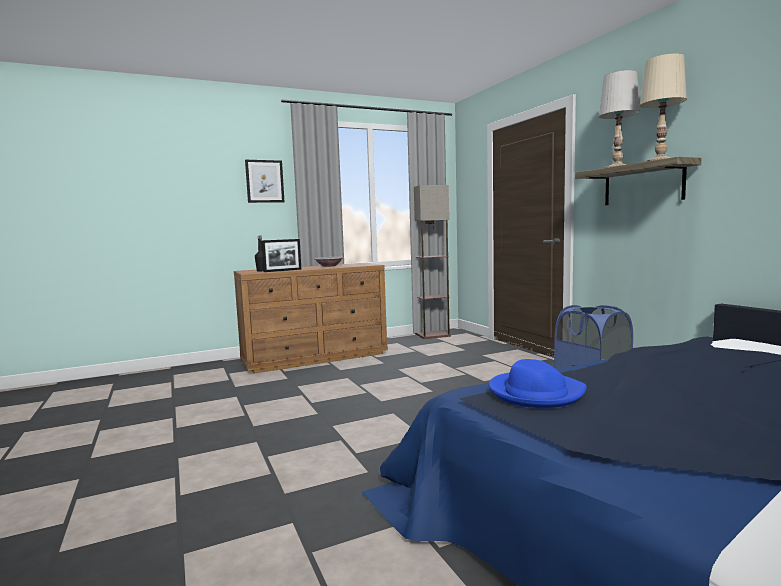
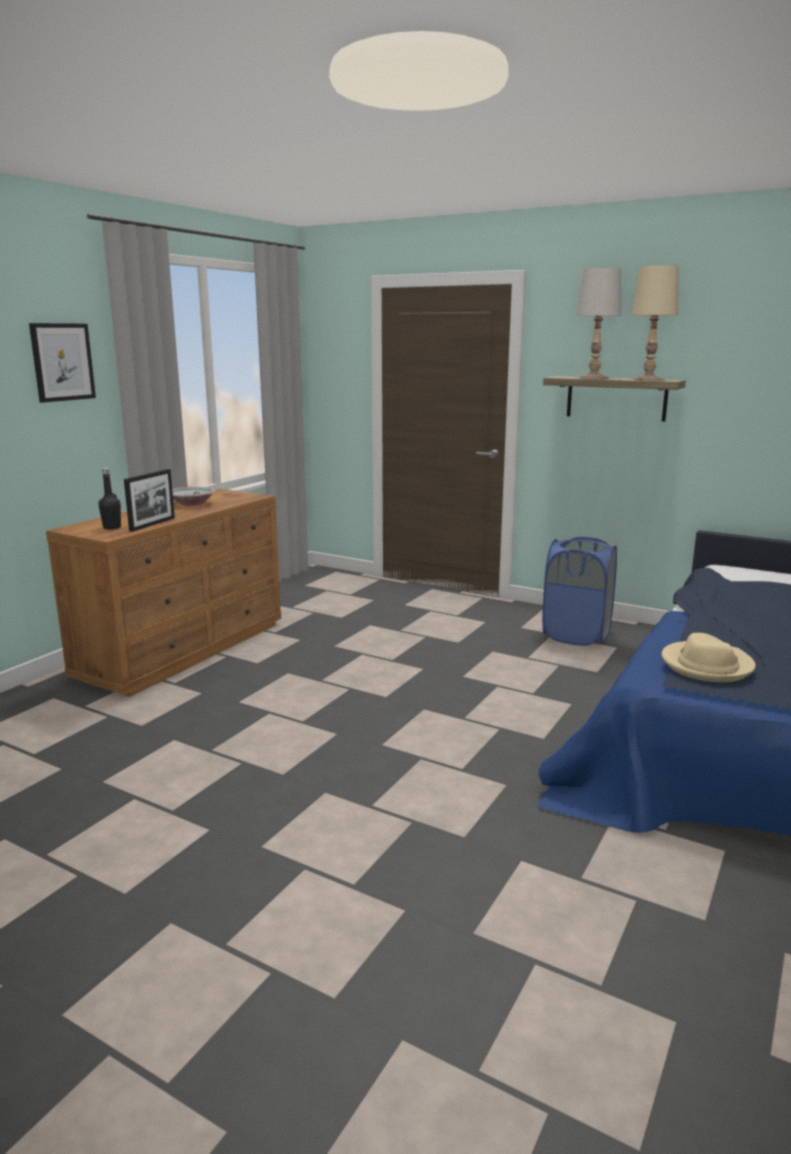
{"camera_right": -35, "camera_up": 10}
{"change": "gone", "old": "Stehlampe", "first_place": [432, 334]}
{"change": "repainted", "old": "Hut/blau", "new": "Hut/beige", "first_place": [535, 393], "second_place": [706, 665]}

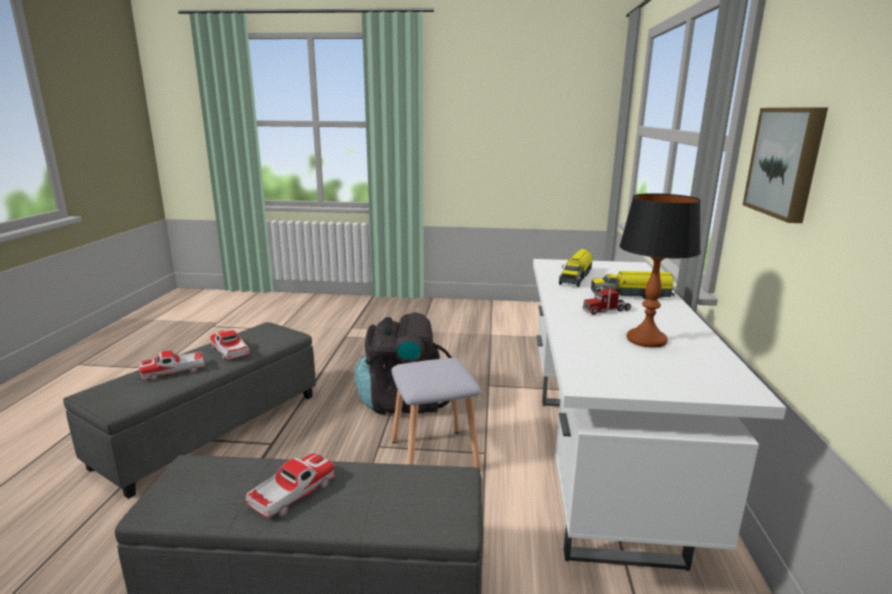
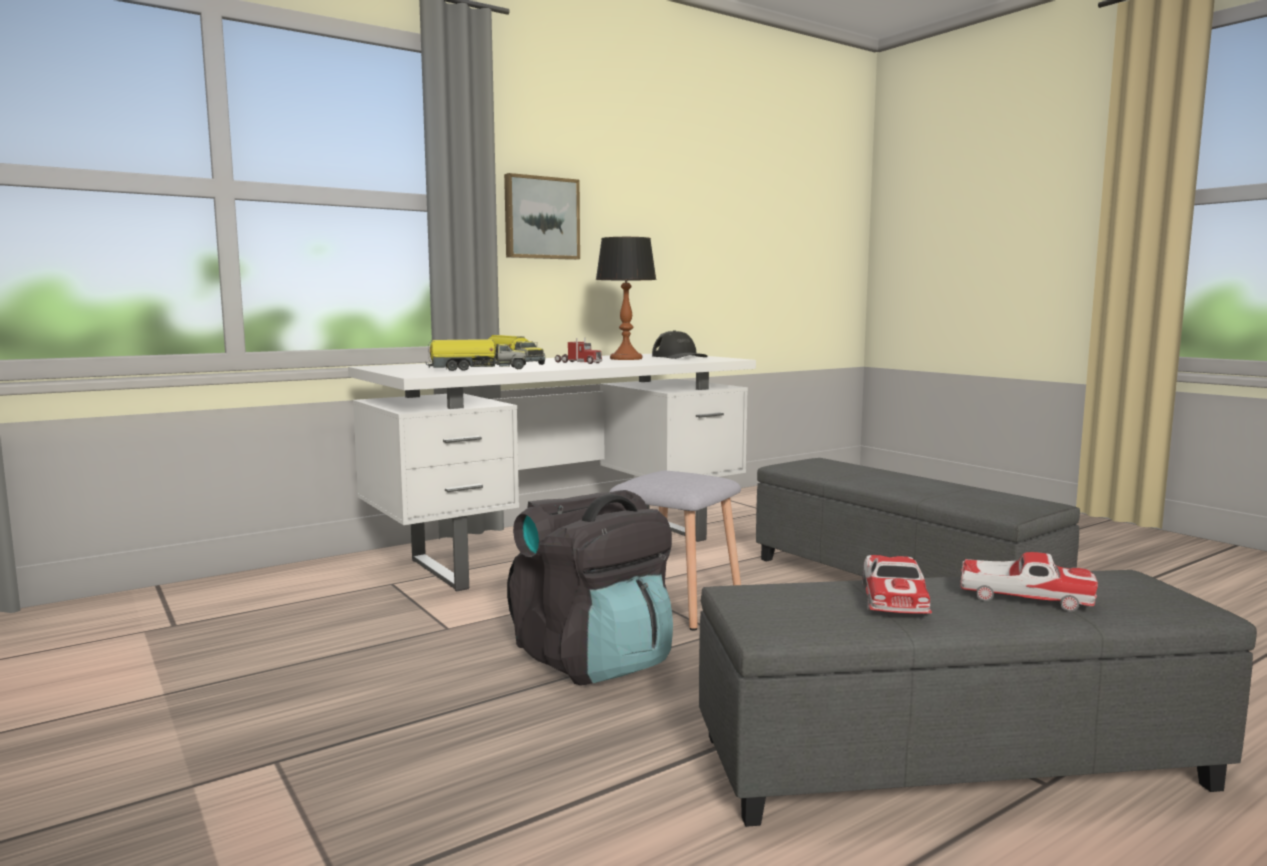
{"camera_right": -130, "camera_up": -10}
{"change": "gone", "old": "Spielzeugauto", "first_place": [292, 493]}
{"change": "new", "new": "Kappe/schwarz", "second_place": [679, 356]}

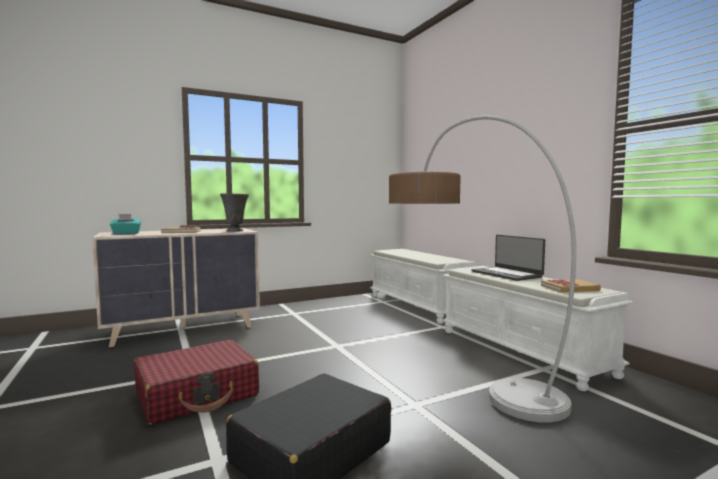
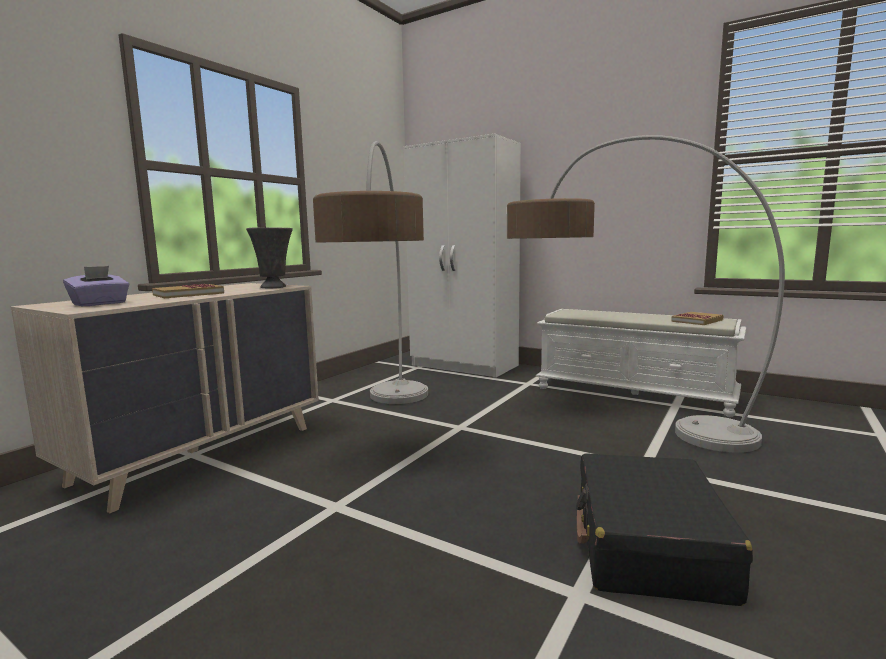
{"camera_right": -30, "camera_up": 5}
{"change": "repainted", "old": "Taschentuchbox/türkis", "new": "Taschentuchbox/lila", "first_place": [126, 233], "second_place": [100, 304]}
{"change": "gone", "old": "Laptop", "first_place": [506, 274]}
{"change": "swapped", "old": "Bank/weiß", "new": "Kleiderschrank/weiß", "first_place": [418, 306], "second_place": [464, 366]}
{"change": "gone", "old": "Koffer/rot", "first_place": [197, 394]}
{"change": "new", "new": "Stehlampe", "second_place": [389, 424]}

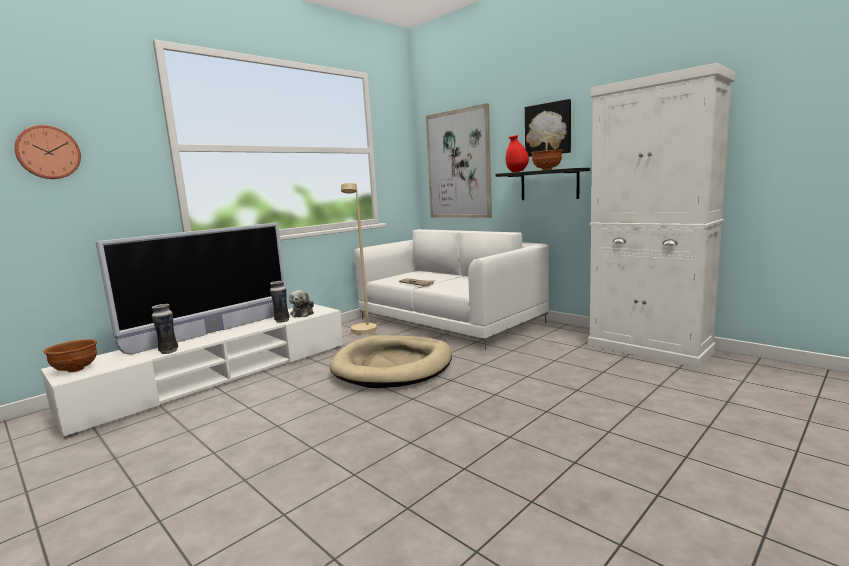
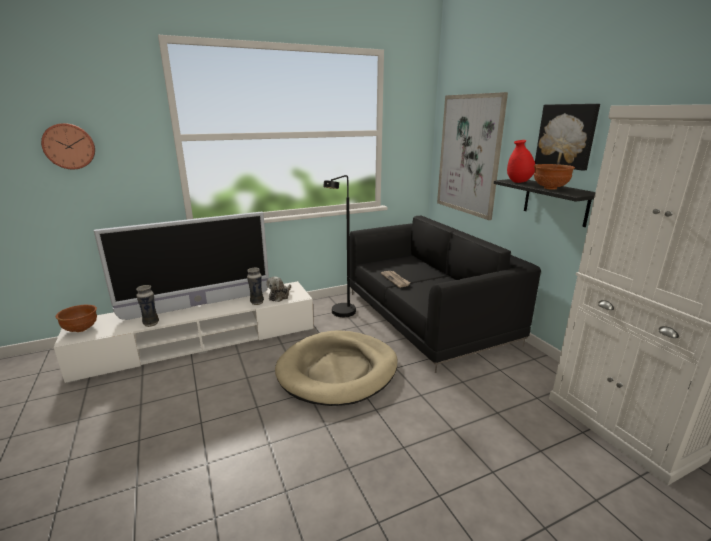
{"camera_right": 20, "camera_up": 10}
{"change": "repainted", "old": "Stehlampe/beige", "new": "Stehlampe/schwarz", "first_place": [363, 333], "second_place": [341, 315]}
{"change": "repainted", "old": "Sofa/weiß", "new": "Sofa/schwarz", "first_place": [450, 320], "second_place": [428, 317]}

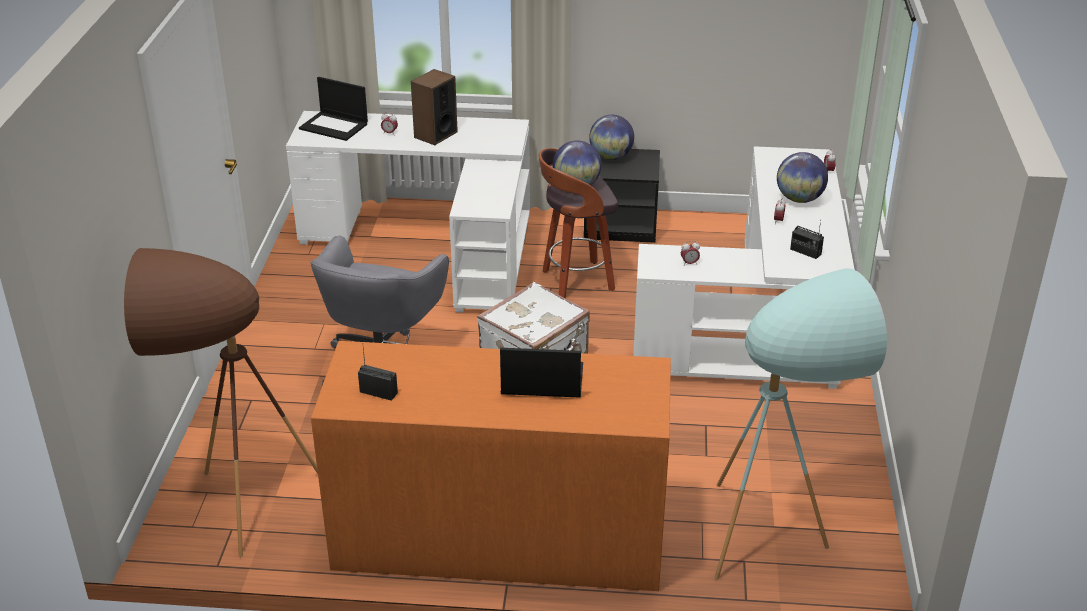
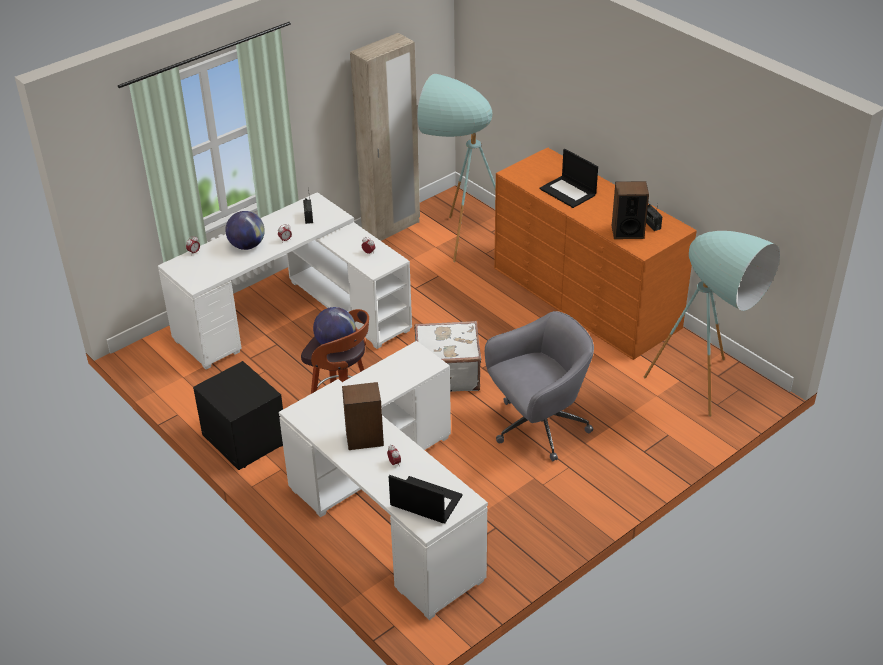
{"camera_right": -135, "camera_up": 5}
{"change": "rotated", "old": "Laptop", "first_place": [334, 126], "second_place": [425, 501], "degrees": -45}
{"change": "gone", "old": "Globus", "first_place": [611, 157]}
{"change": "repainted", "old": "Stehlampe/braun", "new": "Stehlampe/türkis", "first_place": [231, 499], "second_place": [706, 392]}
{"change": "new", "new": "Kleiderschrank/beige", "second_place": [391, 228]}
{"change": "new", "new": "Lautsprecher", "second_place": [627, 232]}

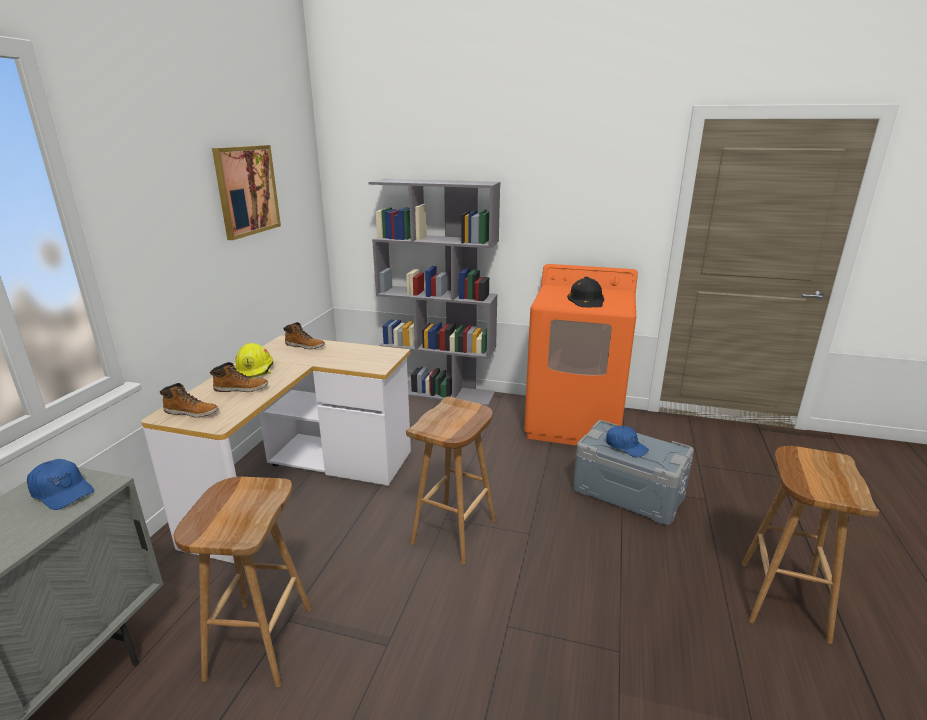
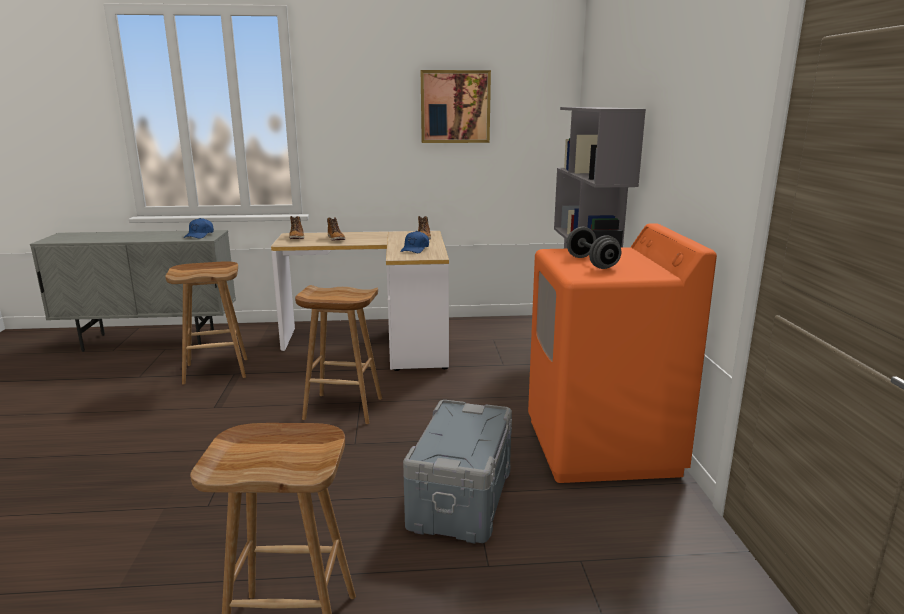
{"camera_right": 70, "camera_up": -5}
{"change": "swapped", "old": "Schutzhelm/schwarz", "new": "Hantel/grau", "first_place": [586, 300], "second_place": [591, 263]}
{"change": "gone", "old": "Schutzhelm/gelb", "first_place": [255, 370]}
{"change": "shifted", "old": "Kappe/blau", "first_place": [626, 446], "second_place": [415, 249]}

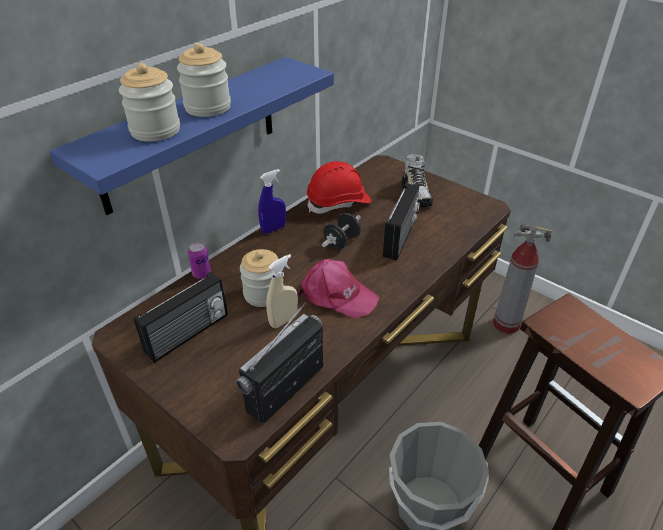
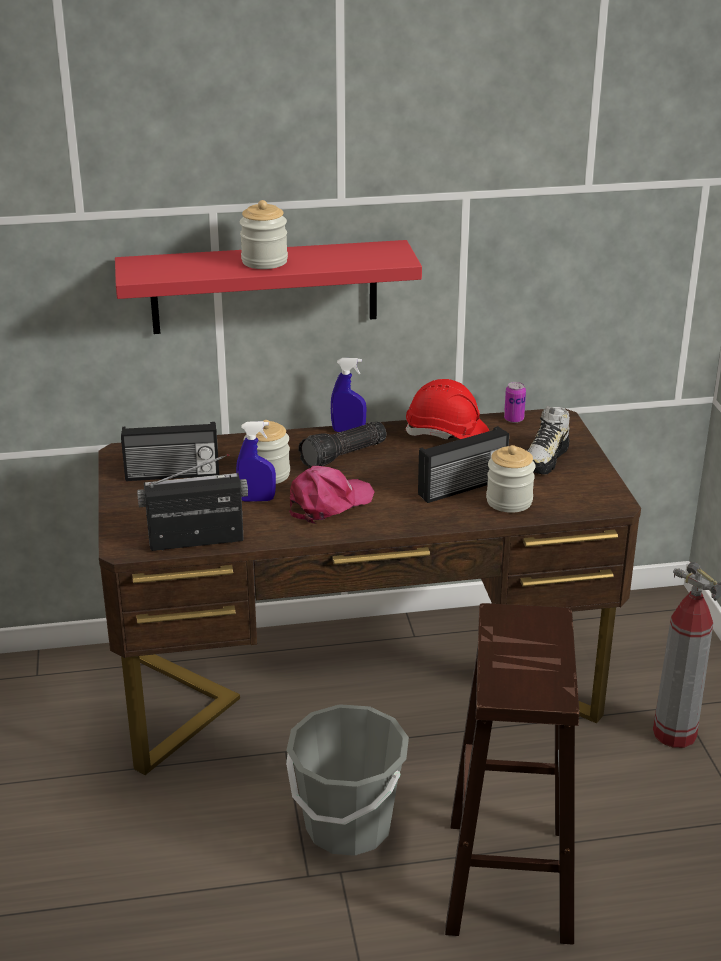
{"camera_right": 40, "camera_up": -10}
{"change": "repainted", "old": "Wandregal/blau", "new": "Wandregal/rot", "first_place": [191, 134], "second_place": [264, 287]}
{"change": "shifted", "old": "Vorratsglas", "first_place": [155, 130], "second_place": [509, 501]}
{"change": "gone", "old": "Hantel/schwarz", "first_place": [342, 242]}
{"change": "shifted", "old": "Dose", "first_place": [201, 274], "second_place": [514, 419]}
{"change": "repainted", "old": "Sprühflasche/beige", "new": "Sprühflasche/blau", "first_place": [283, 321], "second_place": [257, 499]}
{"change": "rotated", "old": "Kappe/rosa", "first_place": [337, 295], "second_place": [329, 503], "degrees": -105}
{"change": "new", "new": "Taschenlampe", "second_place": [344, 456]}

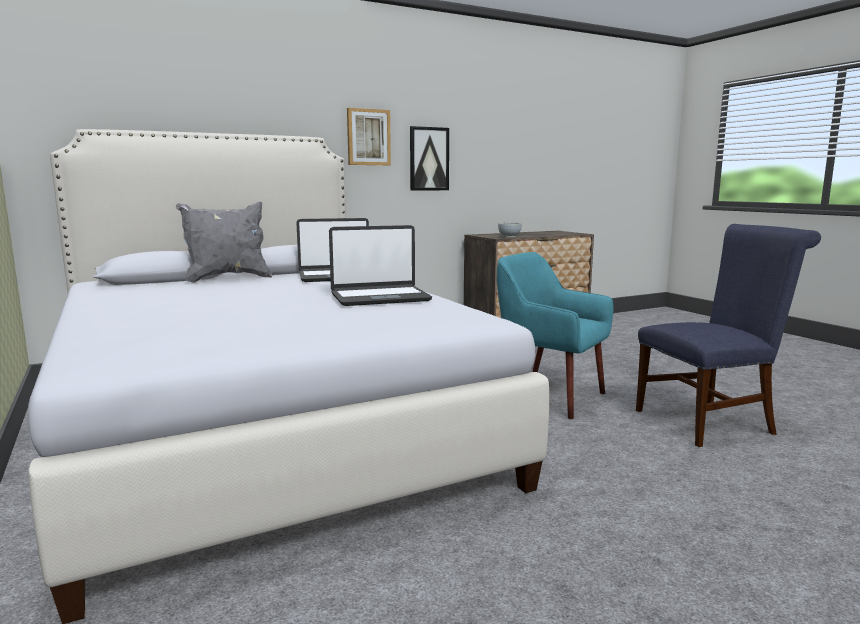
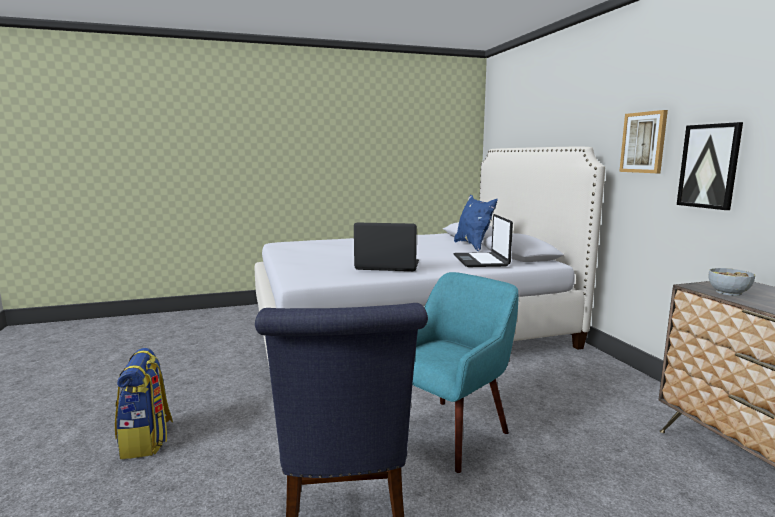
{"camera_right": 100, "camera_up": 0}
{"change": "repainted", "old": "Kissen/grau", "new": "Kissen/blau", "first_place": [227, 278], "second_place": [473, 246]}
{"change": "rotated", "old": "Laptop", "first_place": [380, 297], "second_place": [387, 266], "degrees": 105}
{"change": "new", "new": "Rucksack", "second_place": [147, 441]}

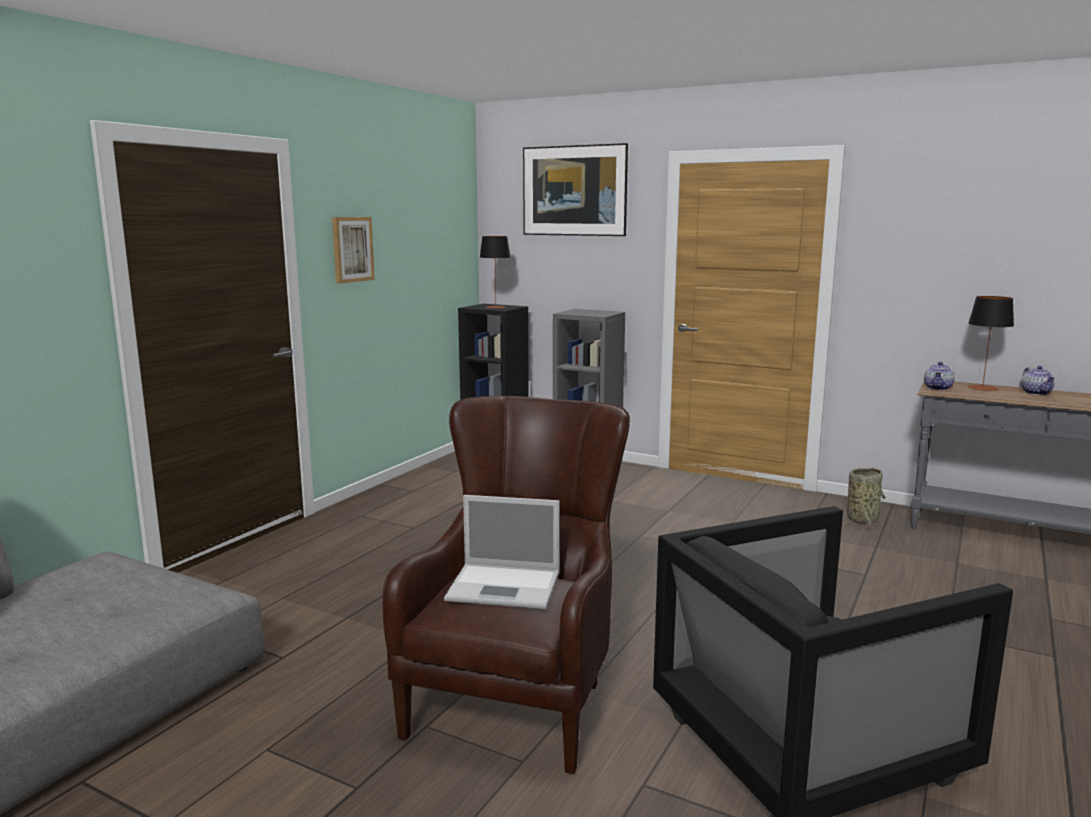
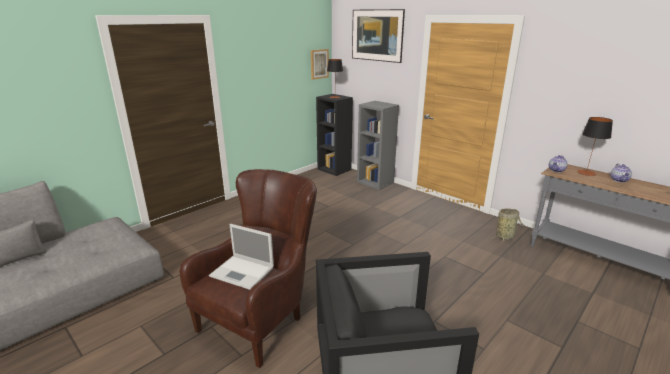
{"camera_right": 15, "camera_up": 10}
{"change": "shifted", "old": "Bild", "first_place": [352, 249], "second_place": [319, 64]}

